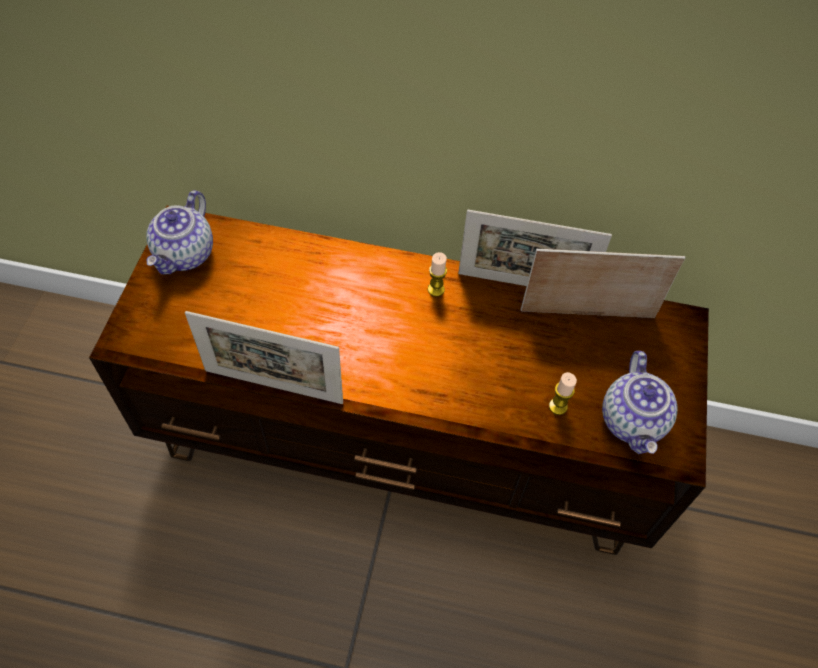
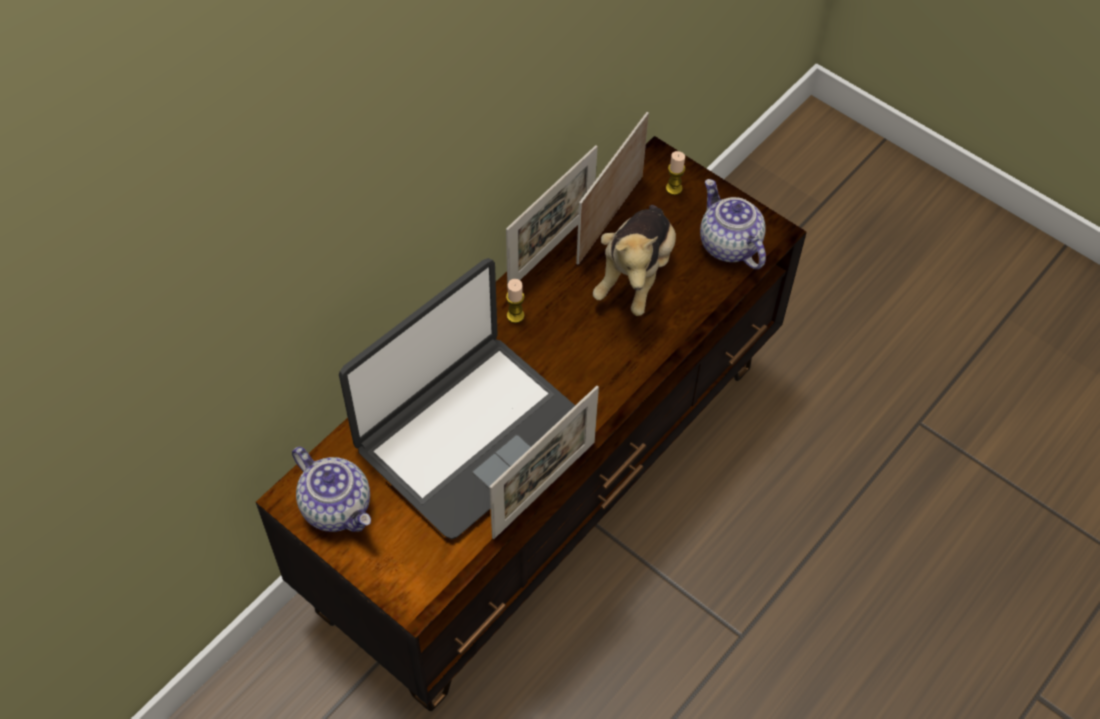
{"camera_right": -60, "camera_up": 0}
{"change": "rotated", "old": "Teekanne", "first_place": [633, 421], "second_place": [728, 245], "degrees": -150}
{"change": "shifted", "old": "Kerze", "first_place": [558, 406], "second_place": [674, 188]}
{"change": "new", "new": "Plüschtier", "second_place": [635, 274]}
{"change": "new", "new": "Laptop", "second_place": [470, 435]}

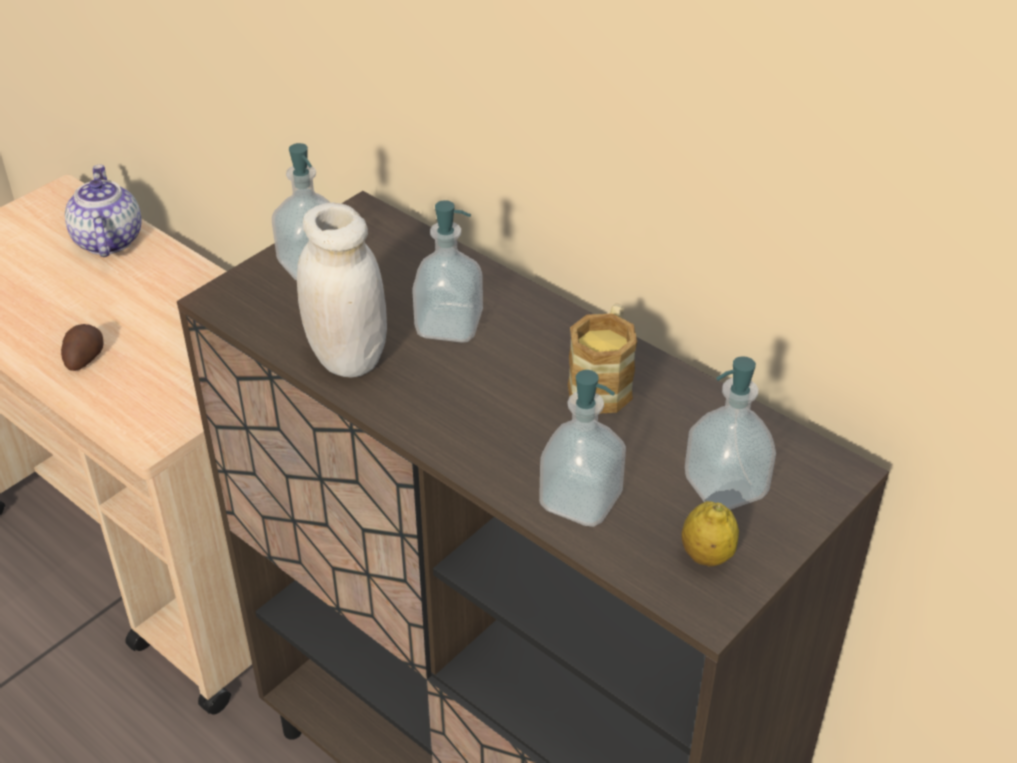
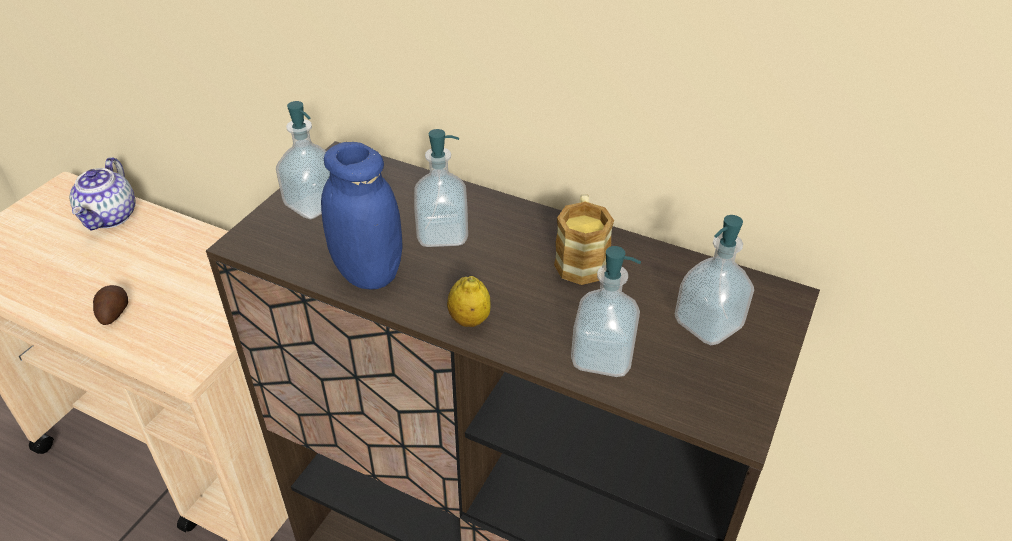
{"camera_right": -15, "camera_up": 0}
{"change": "rotated", "old": "Teekanne", "first_place": [107, 240], "second_place": [110, 217], "degrees": -150}
{"change": "repainted", "old": "Vorratsglas/weiß", "new": "Vorratsglas/blau", "first_place": [347, 358], "second_place": [368, 273]}
{"change": "shifted", "old": "Zitrone", "first_place": [707, 556], "second_place": [469, 320]}

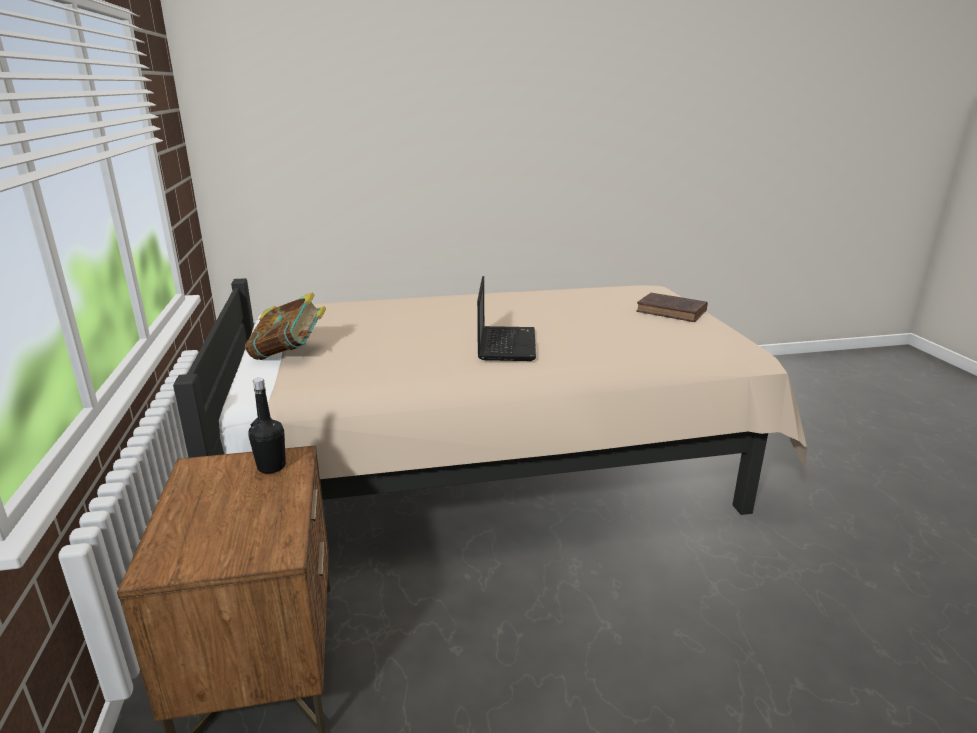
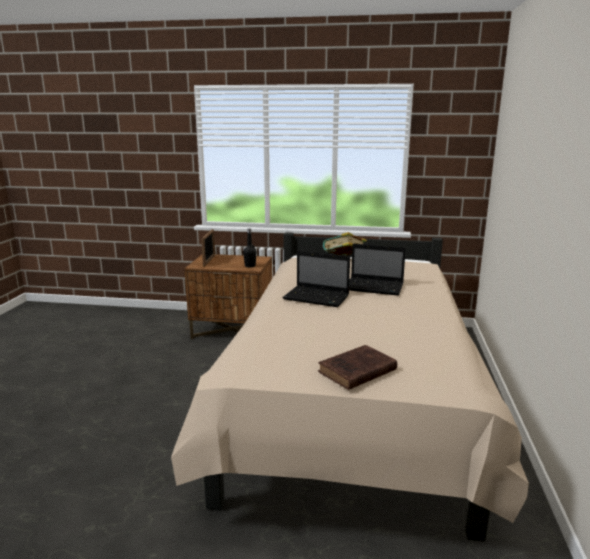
{"camera_right": 110, "camera_up": -5}
{"change": "new", "new": "Bilderrahmen", "second_place": [209, 260]}
{"change": "new", "new": "Laptop", "second_place": [375, 287]}

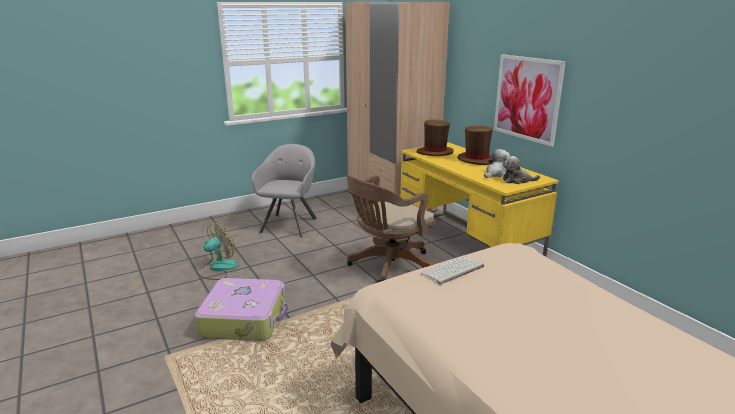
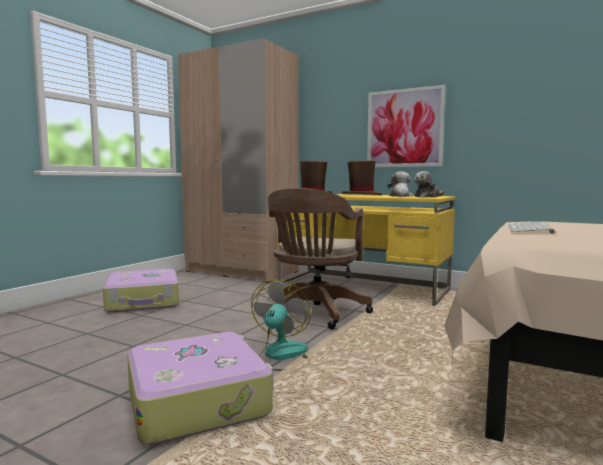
{"camera_right": -30, "camera_up": -15}
{"change": "swapped", "old": "Sessel/grau", "new": "Koffer", "first_place": [289, 224], "second_place": [143, 301]}
{"change": "shifted", "old": "Ventilator", "first_place": [217, 268], "second_place": [282, 356]}

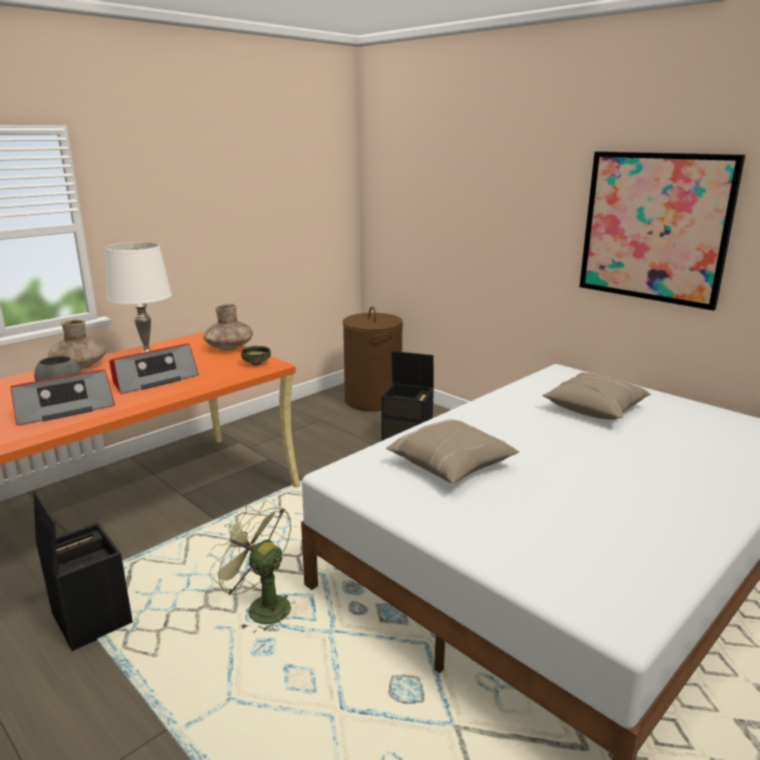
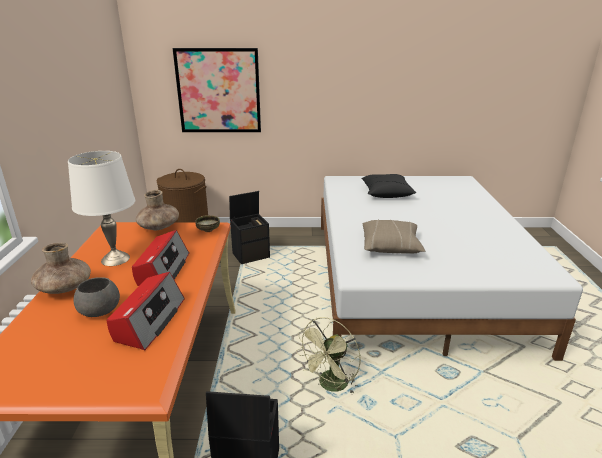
{"camera_right": -45, "camera_up": 5}
{"change": "shifted", "old": "Bild", "first_place": [654, 227], "second_place": [218, 91]}
{"change": "repainted", "old": "Kissen/beige", "new": "Kissen/schwarz", "first_place": [595, 409], "second_place": [386, 193]}
{"change": "rotated", "old": "Ventilator/grün", "first_place": [261, 607], "second_place": [330, 386], "degrees": -45}

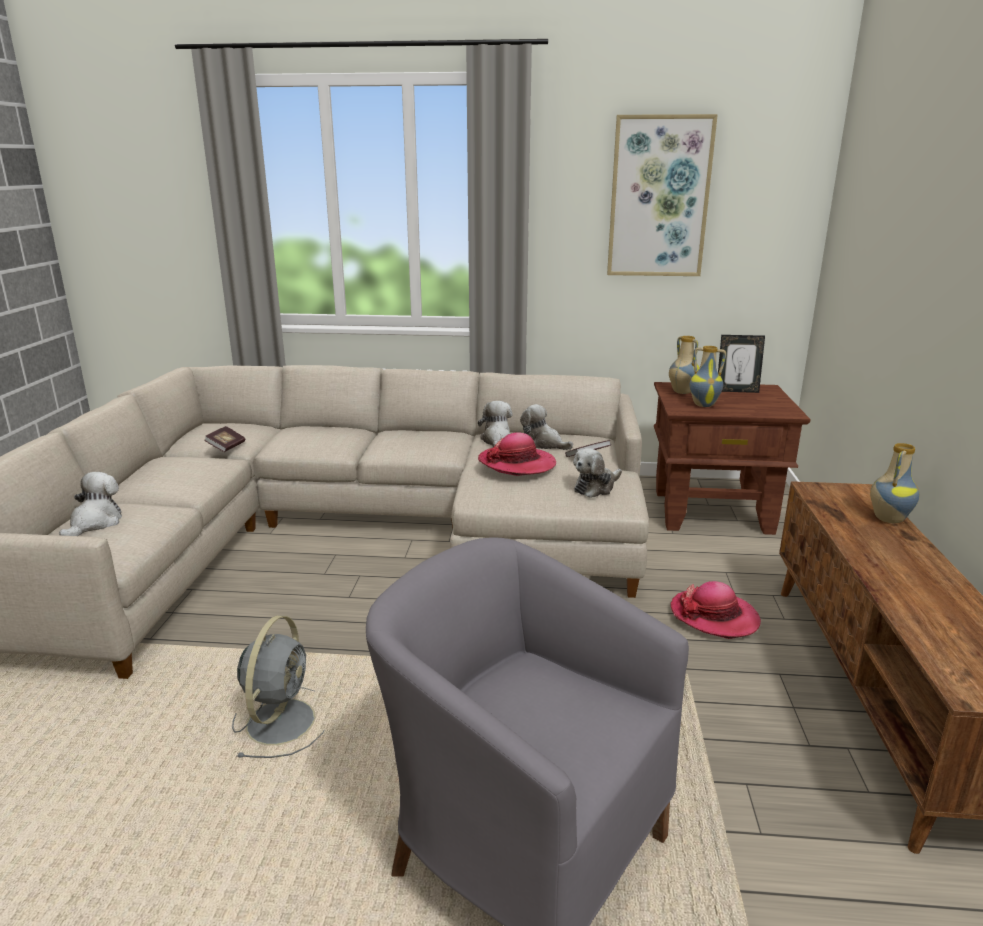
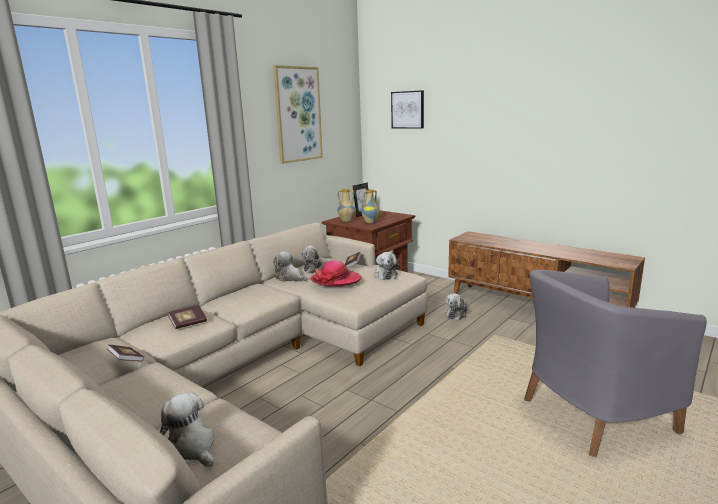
{"camera_right": -55, "camera_up": -5}
{"change": "gone", "old": "Vase", "first_place": [887, 519]}
{"change": "swapped", "old": "Hut", "new": "Plüschtier", "first_place": [714, 616], "second_place": [457, 314]}
{"change": "gone", "old": "Ventilator/grau", "first_place": [282, 720]}
{"change": "new", "new": "Bild", "second_place": [408, 110]}
{"change": "new", "new": "Buch", "second_place": [188, 323]}

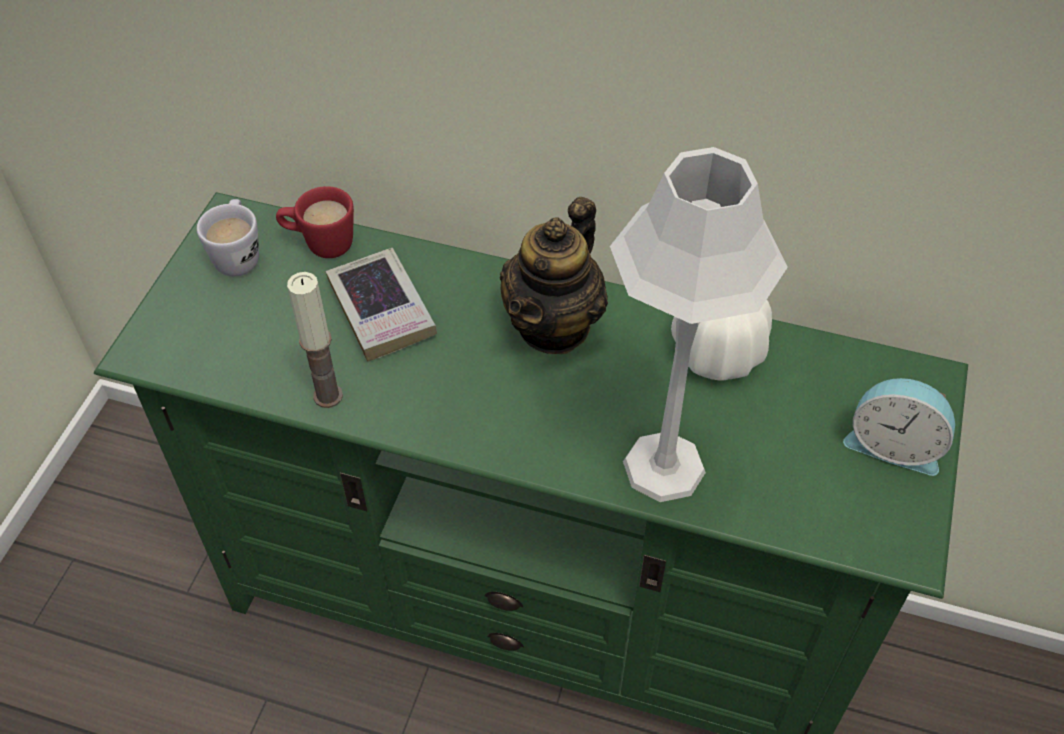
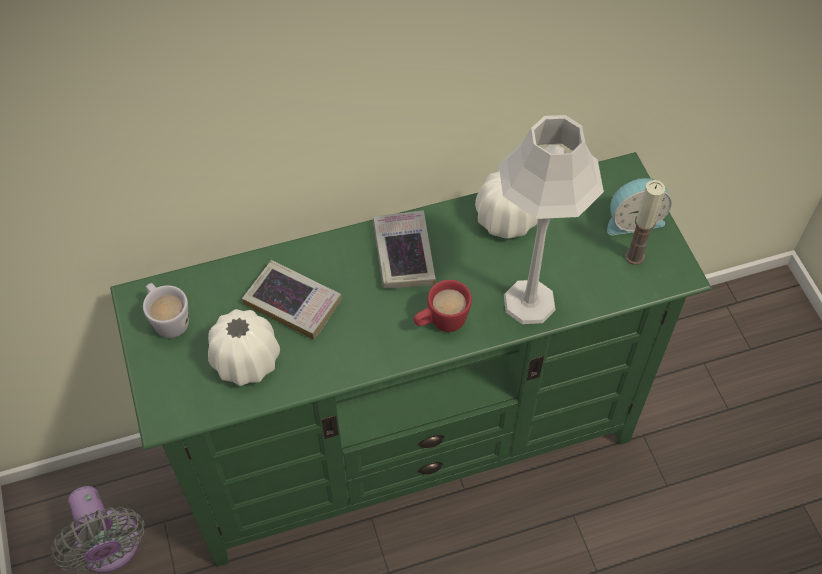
{"camera_right": -35, "camera_up": 5}
{"change": "shifted", "old": "Henkelbecher/rot", "first_place": [320, 244], "second_place": [441, 323]}
{"change": "swapped", "old": "Teekanne", "new": "Buch", "first_place": [554, 325], "second_place": [403, 254]}
{"change": "shifted", "old": "Kerze", "first_place": [328, 396], "second_place": [634, 256]}
{"change": "new", "new": "Vase/weiß", "second_place": [246, 362]}
{"change": "new", "new": "Ventilator/grau", "second_place": [110, 549]}

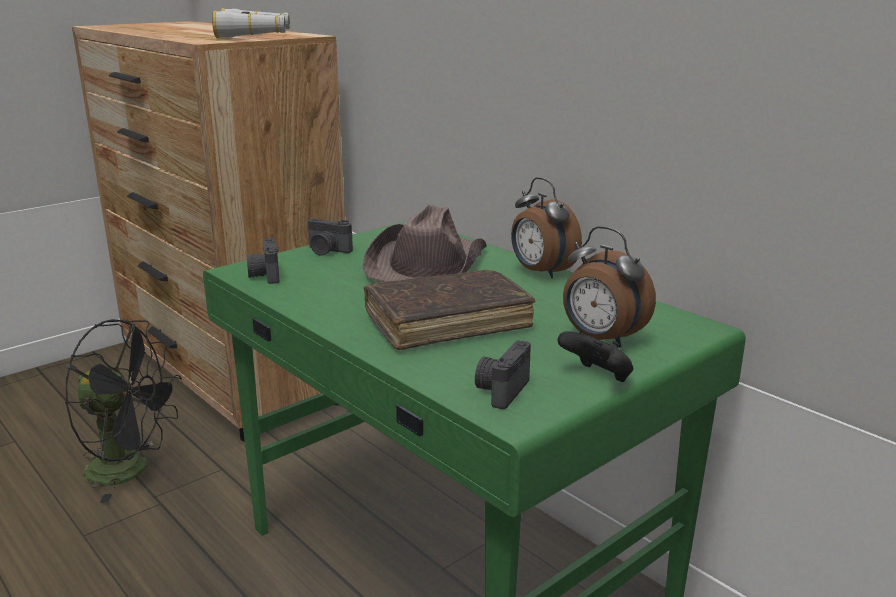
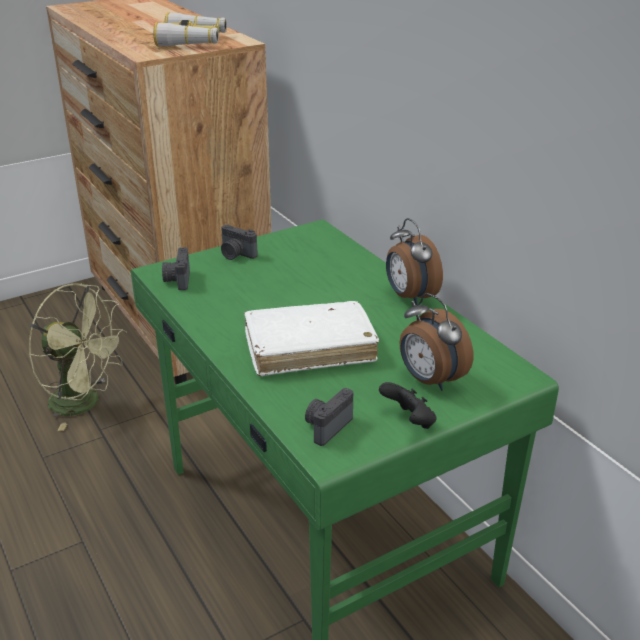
{"camera_right": 10, "camera_up": 10}
{"change": "gone", "old": "Hut/braun", "first_place": [427, 264]}
{"change": "repainted", "old": "Buch/braun", "new": "Buch/weiß", "first_place": [447, 322], "second_place": [309, 348]}
{"change": "repainted", "old": "Ventilator/schwarz", "new": "Ventilator/grün", "first_place": [131, 470], "second_place": [85, 403]}

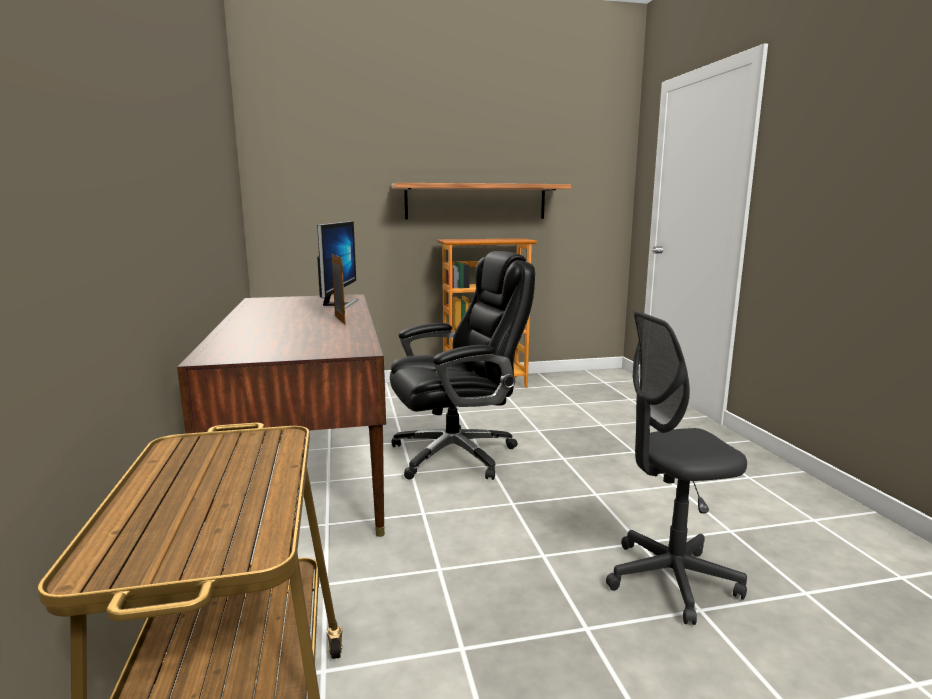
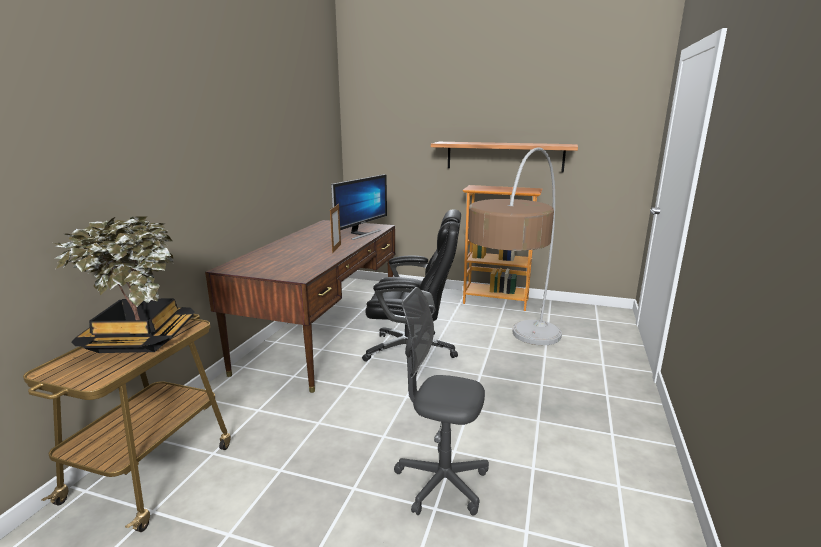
{"camera_right": 30, "camera_up": 5}
{"change": "new", "new": "Stehlampe", "second_place": [516, 363]}
{"change": "new", "new": "Topfpflanze", "second_place": [141, 339]}

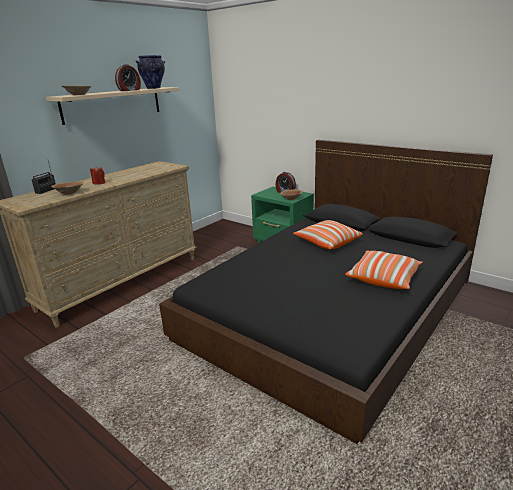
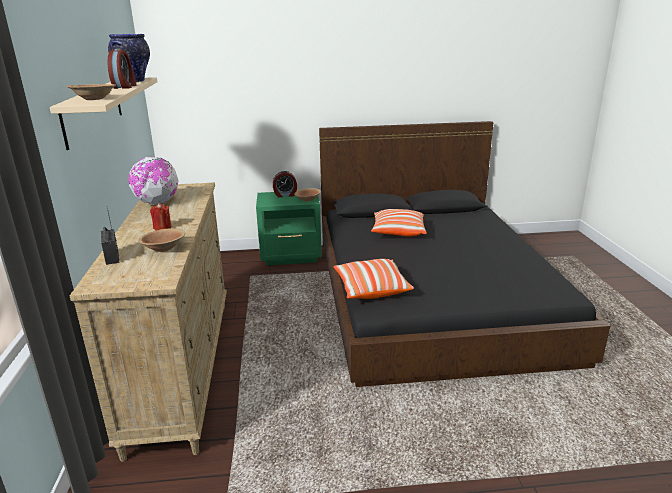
{"camera_right": -45, "camera_up": 0}
{"change": "shifted", "old": "Kissen", "first_place": [383, 278], "second_place": [371, 288]}
{"change": "new", "new": "Globus", "second_place": [157, 203]}

